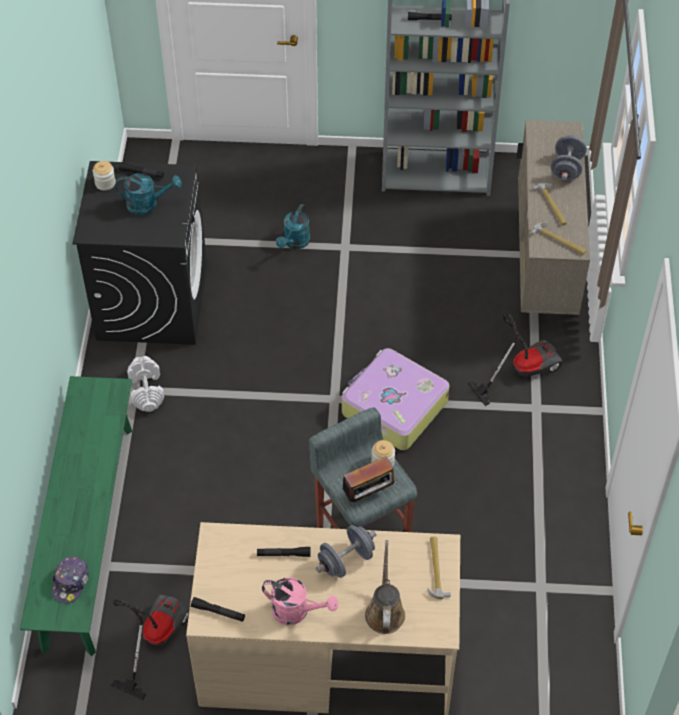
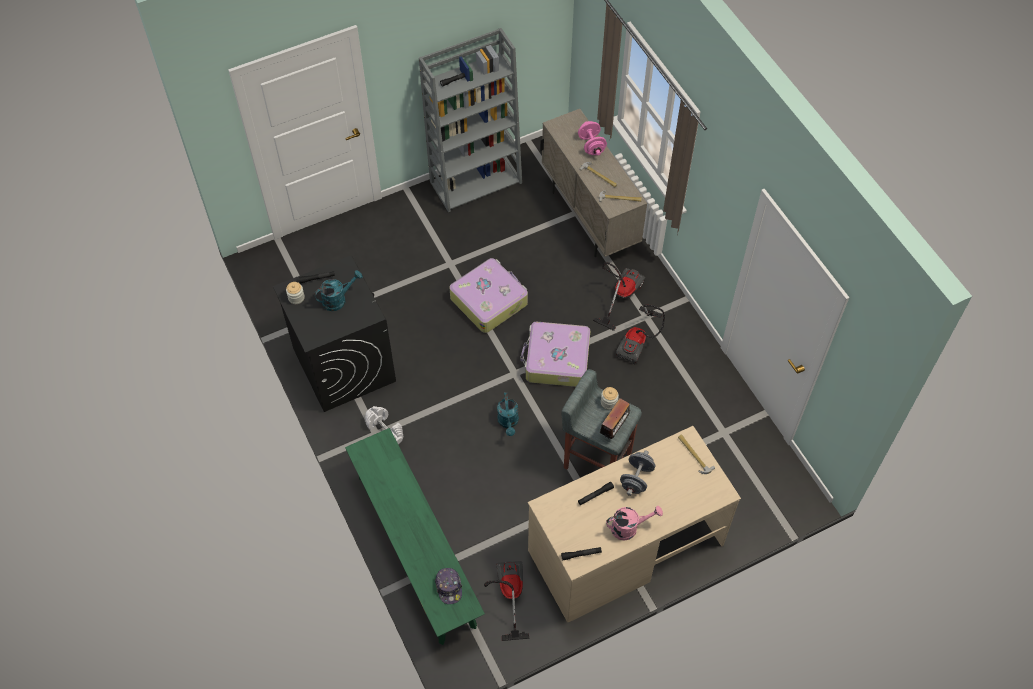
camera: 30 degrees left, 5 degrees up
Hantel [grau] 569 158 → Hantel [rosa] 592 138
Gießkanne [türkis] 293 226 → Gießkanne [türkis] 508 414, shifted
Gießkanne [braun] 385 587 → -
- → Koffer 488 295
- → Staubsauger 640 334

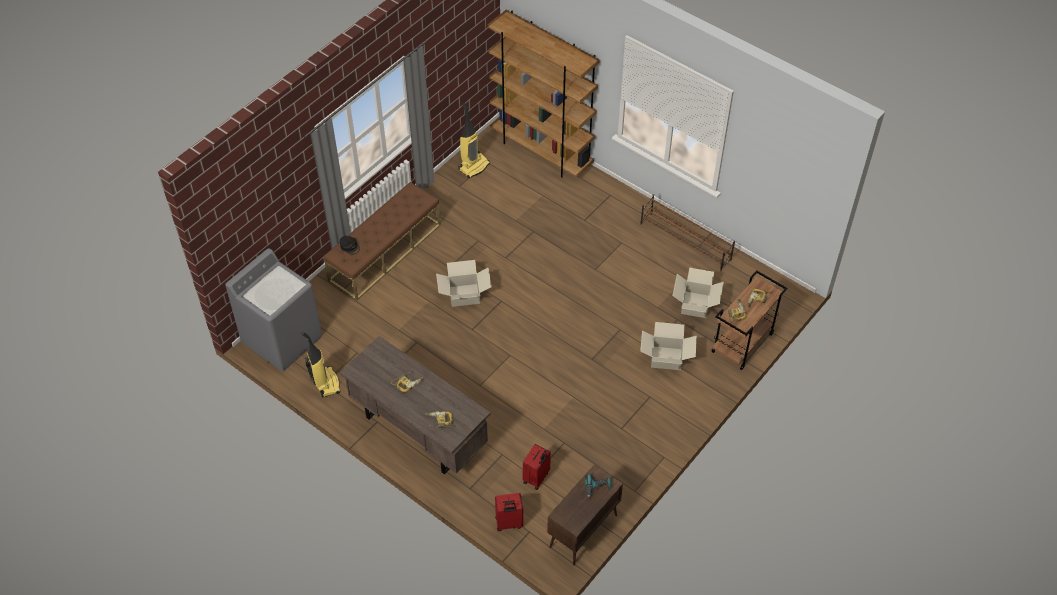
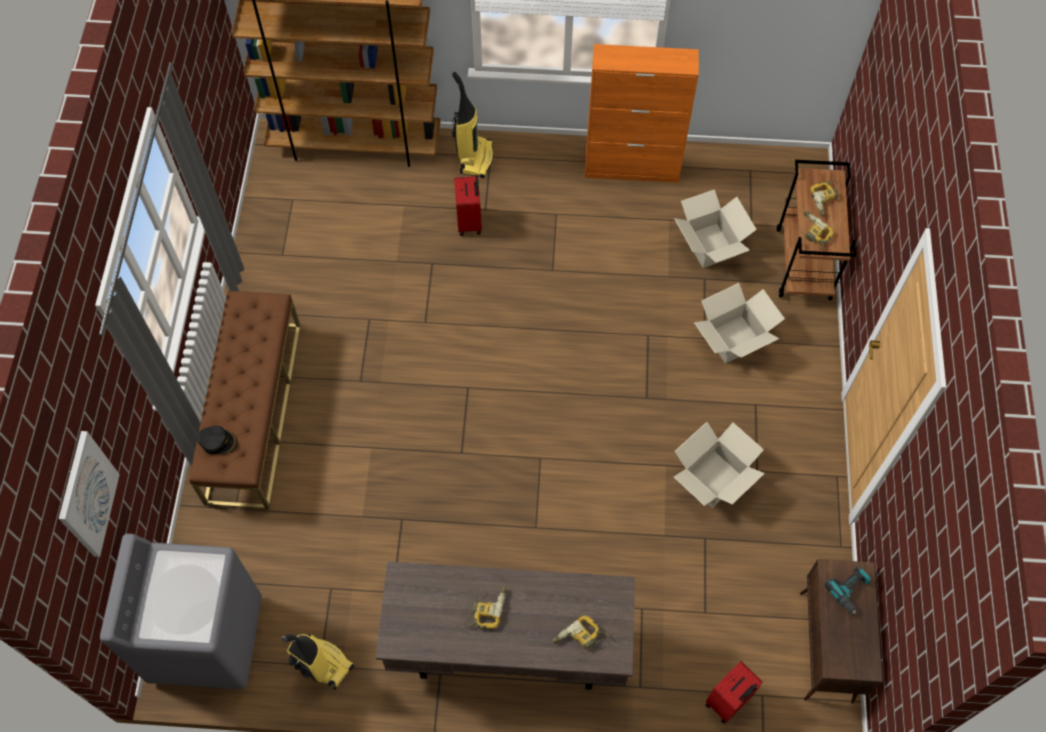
camera: 35 degrees left, 10 degrees up
Staubsauger 474 140 → Staubsauger 473 125, shifted
Schuhregal [braun] 687 232 → Schrank [orange] 642 113
Karton 464 283 → Karton 719 465, shifted
Koffer [rot] 537 467 → Koffer [rot] 468 205, shifted
- → Bild 89 494

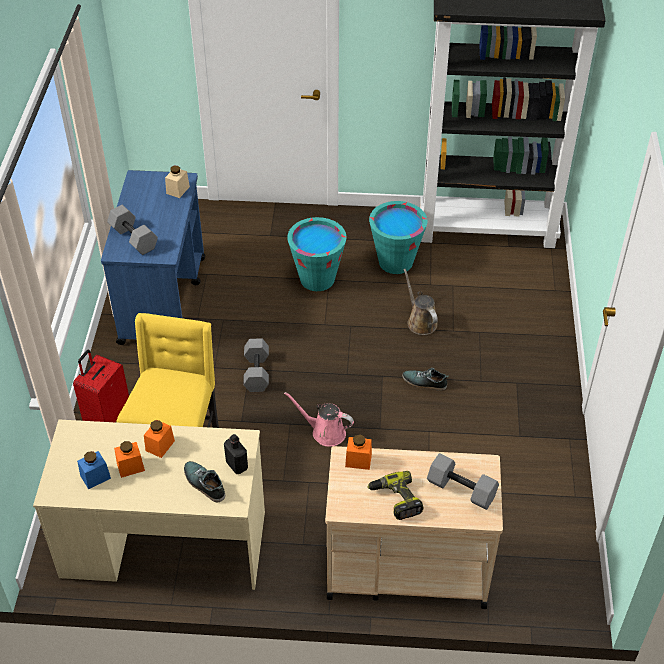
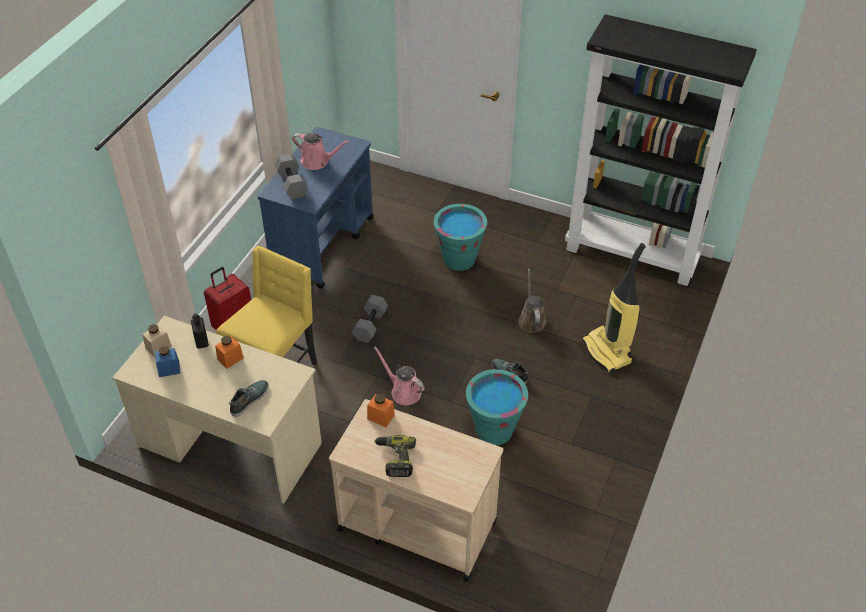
camera: 20 degrees right, 0 degrees up
Vorratsglas [beige] 177 182 → Vorratsglas [beige] 157 340, shifted
Eimer [türkis] 398 237 → Eimer [türkis] 497 407, shifted
Flasche [schwarz] 236 454 → Flasche [schwarz] 200 331, shifted
Vorratsglas [orange] 129 459 → -
Hantel [grau] 463 481 → -
Schuh 204 482 → Schuh 249 398, 60 degrees clockwise
- → Gießkanne [rosa] 321 151
- → Staubsauger 614 308

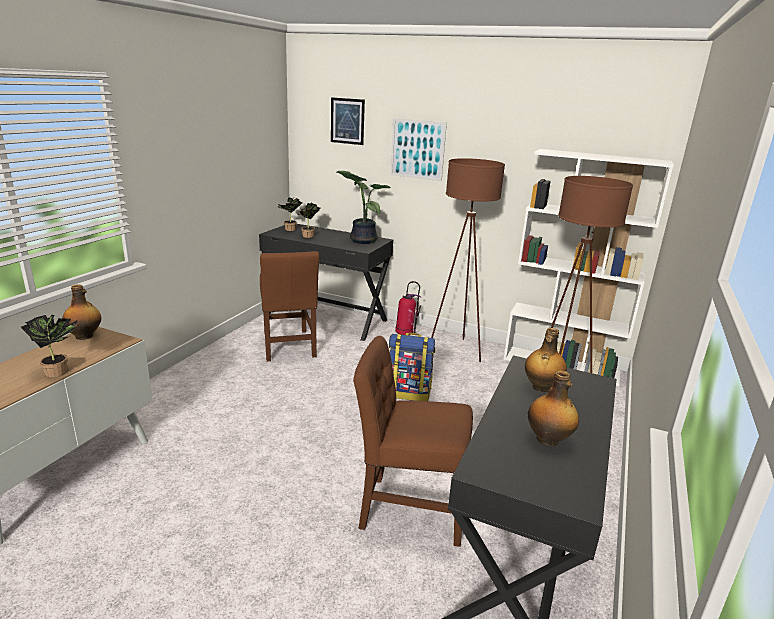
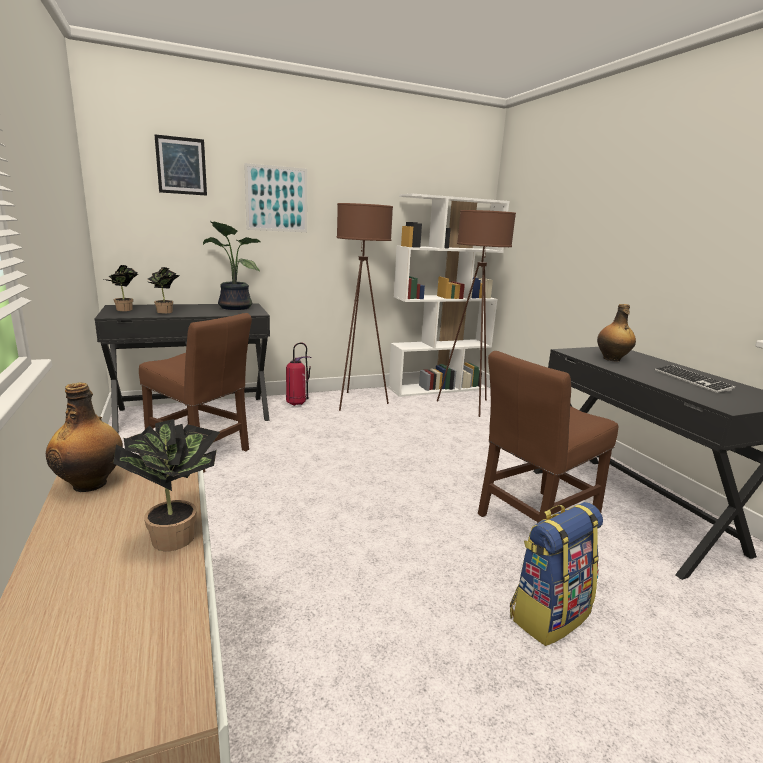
camera: 45 degrees left, 5 degrees down
Rucksack 412 367 → Rucksack 556 574, shifted
Flasche 553 408 → Tastatur 695 379

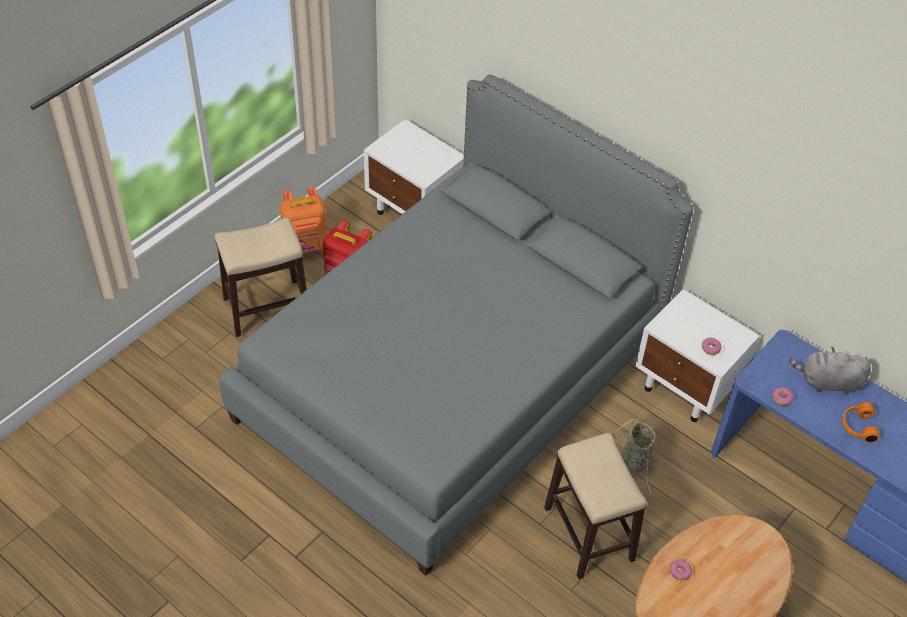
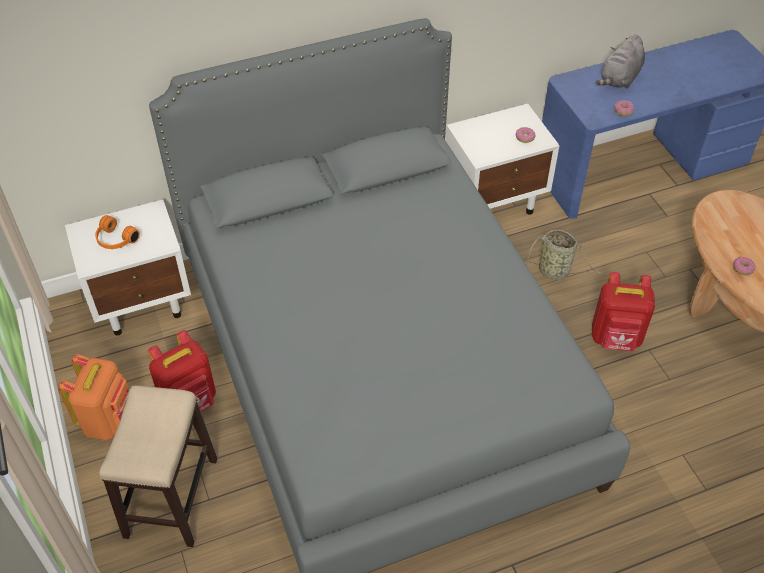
camera: 60 degrees left, 0 degrees up
Kopfhörer [orange] 860 422 → Kopfhörer [orange] 117 232, shifted
Hocker 595 506 → Rucksack [rot] 623 311

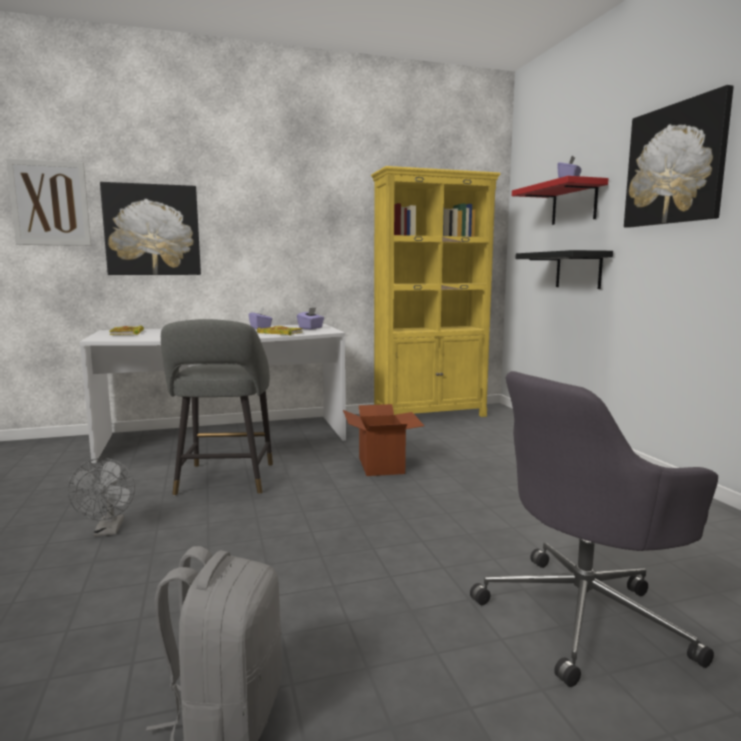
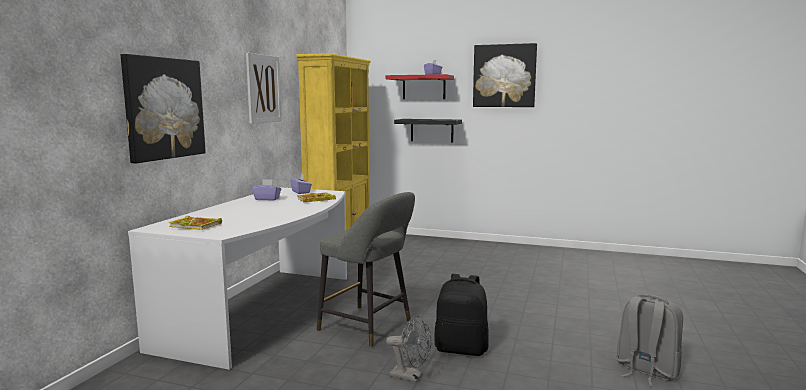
camera: 55 degrees left, 0 degrees up
Bild 48 202 → Bild 264 88, shifted
Bürostuhl [grau] 594 529 → -
Karton 383 440 → -
- → Rucksack [schwarz] 461 315

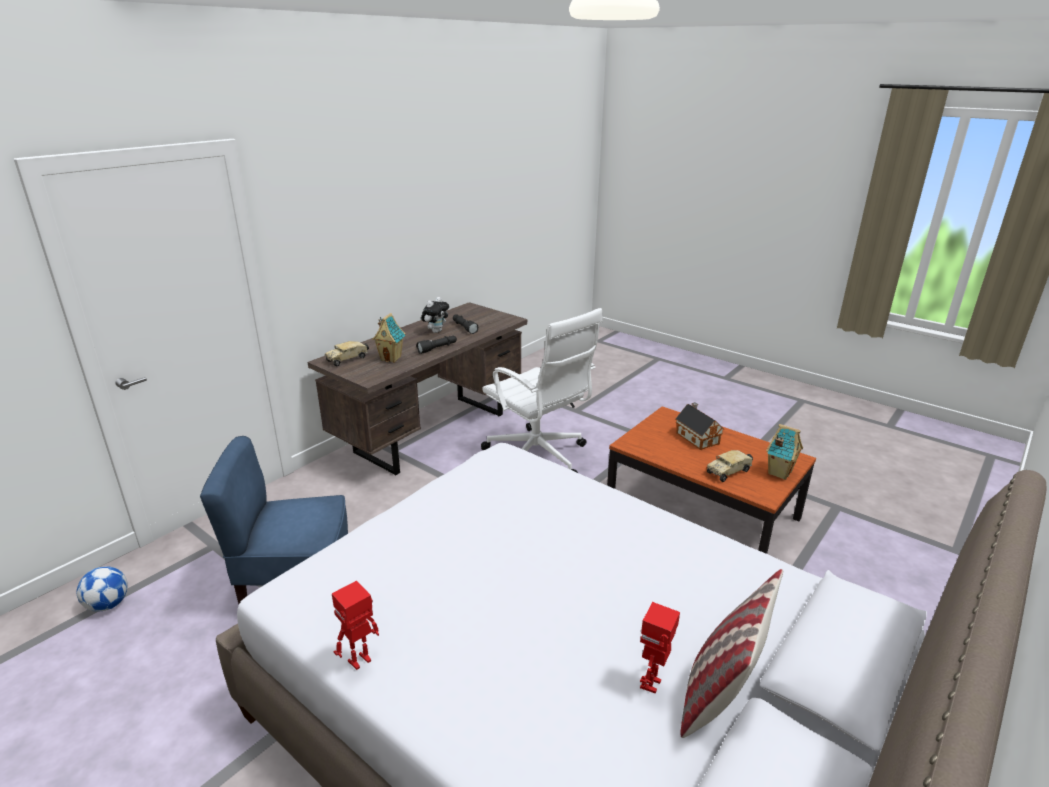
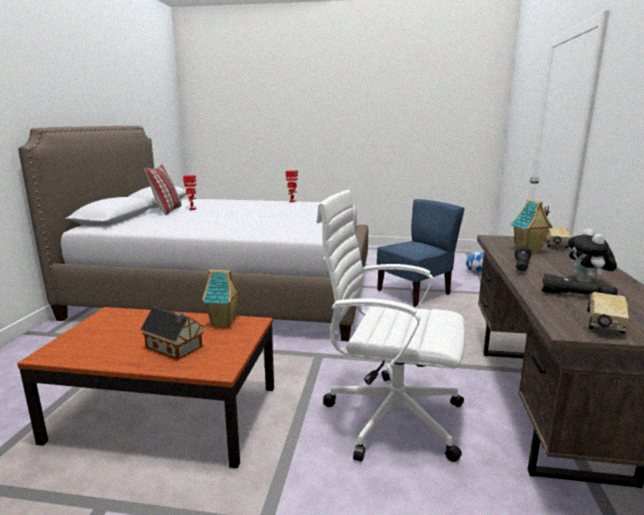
camera: 150 degrees right, 10 degrees down
Spielzeughaus 784 452 → Spielzeughaus 221 298, shifted
Spielzeuglaster 730 466 → Spielzeuglaster 608 313, shifted

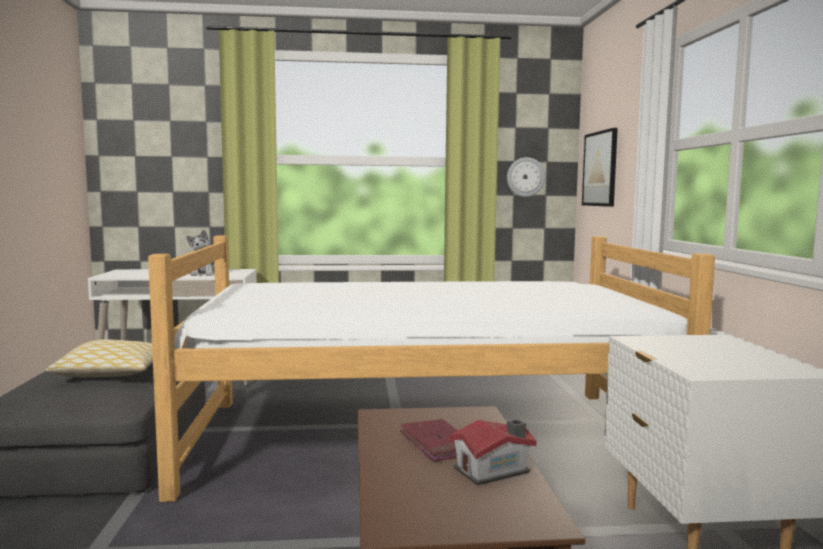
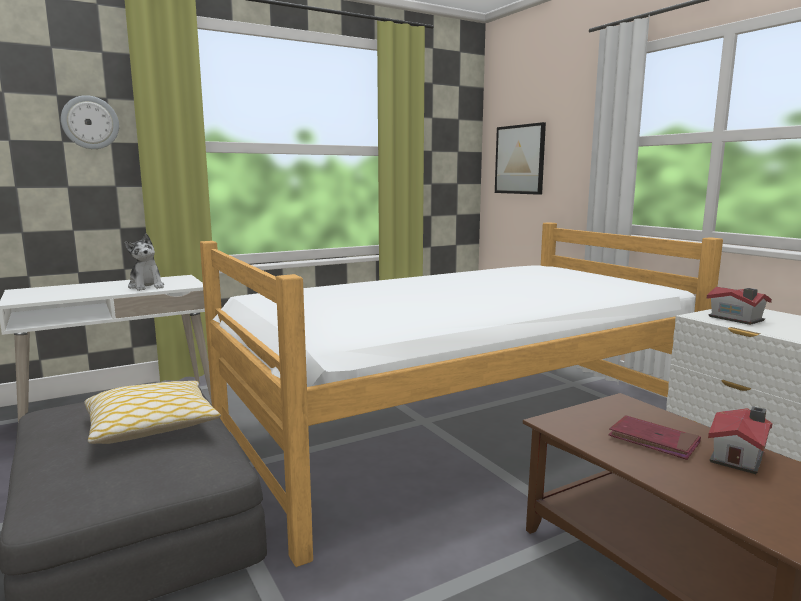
camera: 25 degrees left, 5 degrees up
Wanduhr 526 177 → Wanduhr 90 122, shifted
- → Spielzeughaus 739 306

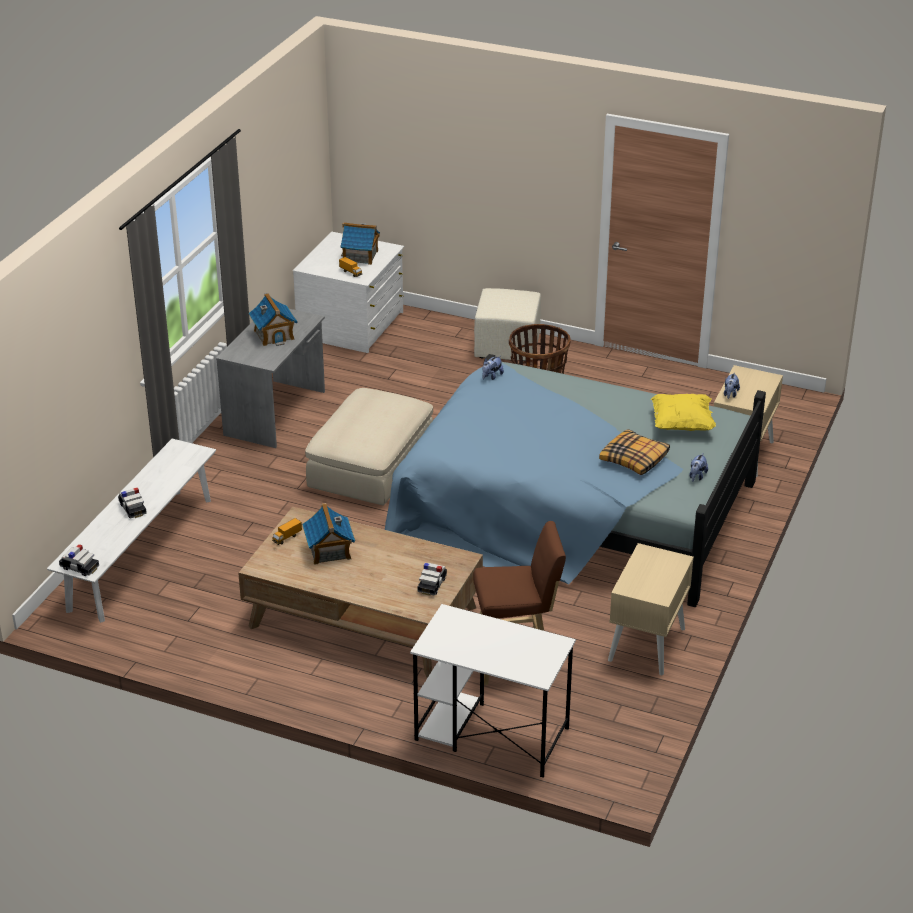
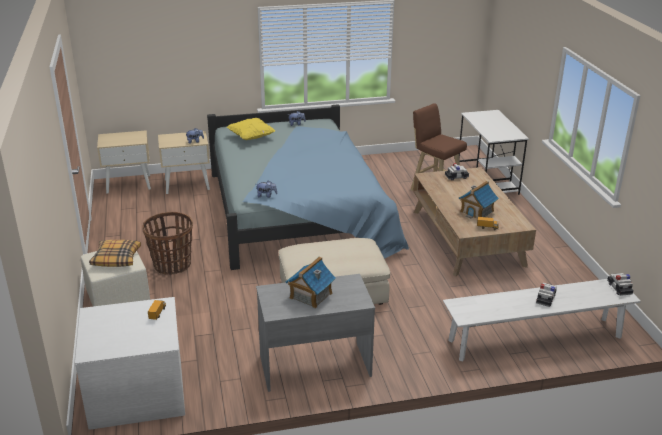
camera: 125 degrees left, 5 degrees down
Spielzeughaus 360 243 → -
Kissen 634 452 → Kissen 115 253, shifted
Nachttisch [beige] 651 609 → Nachttisch [beige] 124 161, shifted

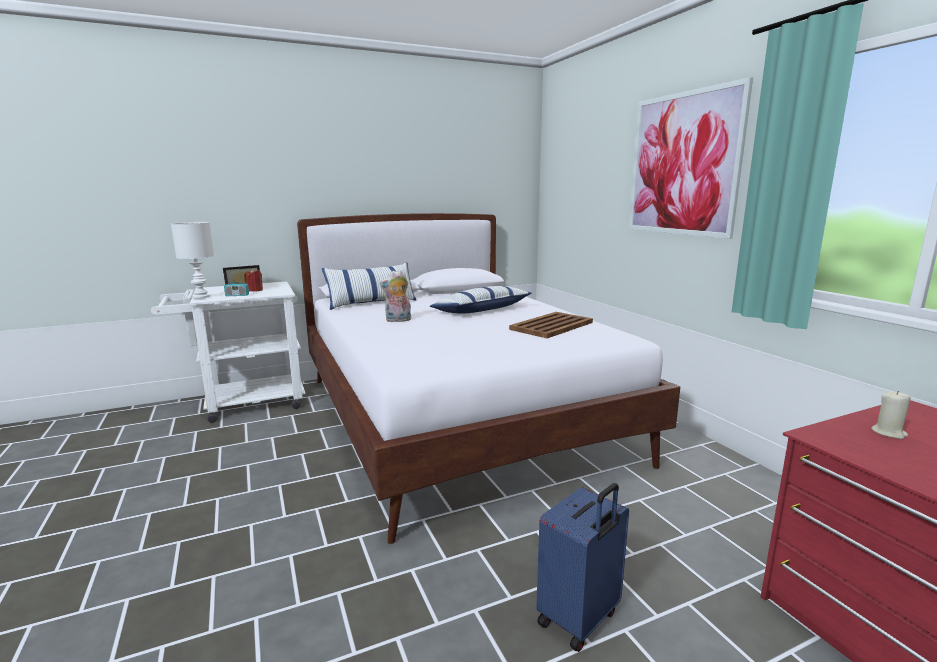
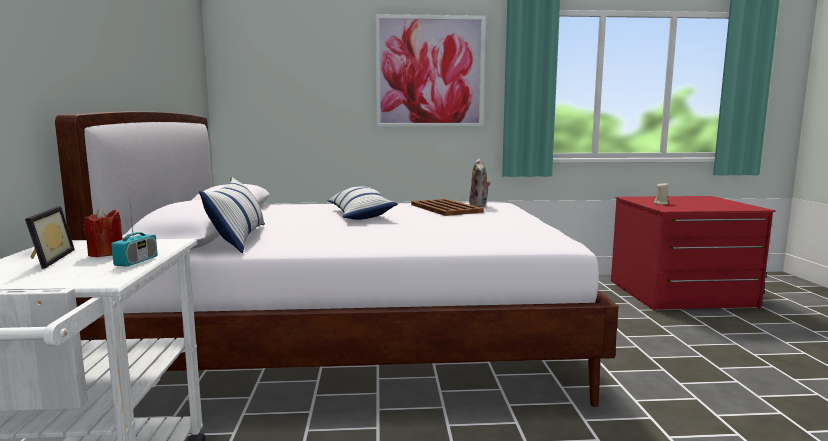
camera: 70 degrees left, 5 degrees down
Tischlampe [weiß] 192 260 → -
Plüschtier 395 296 → Plüschtier 480 182, shifted
Koffer [blau] 582 567 → -

